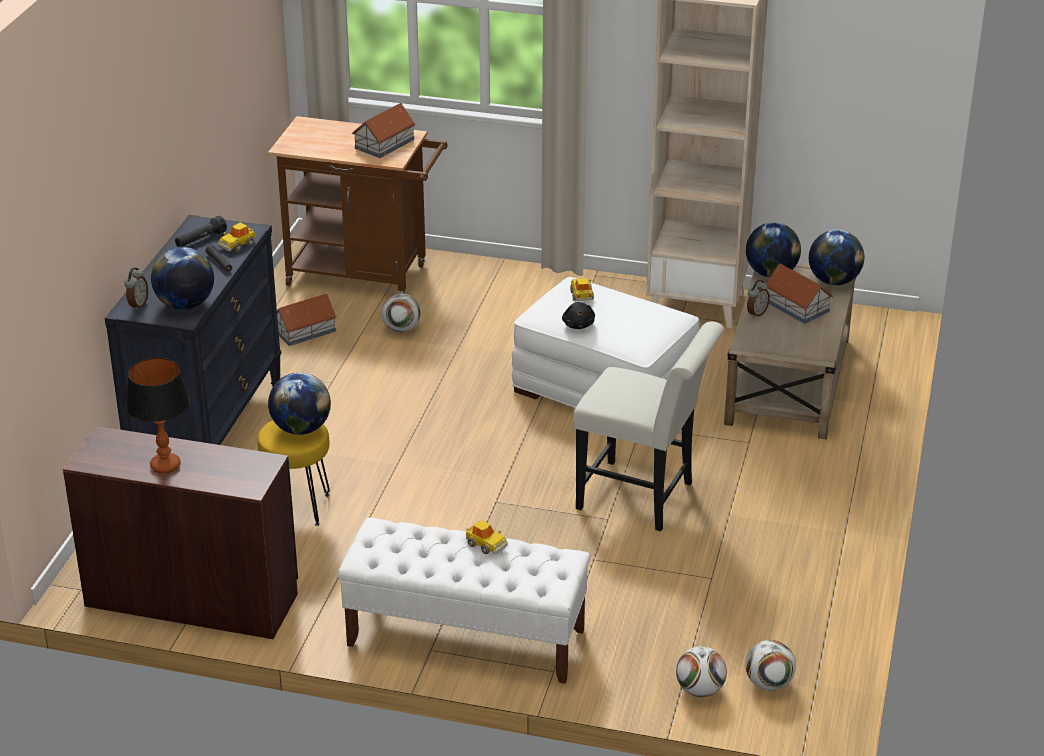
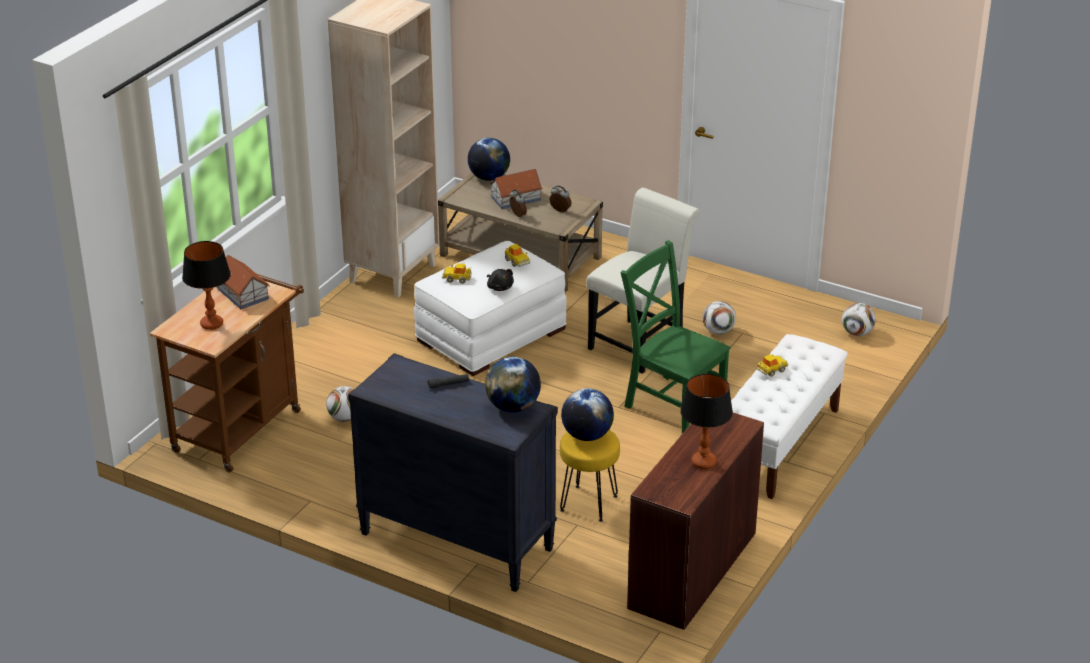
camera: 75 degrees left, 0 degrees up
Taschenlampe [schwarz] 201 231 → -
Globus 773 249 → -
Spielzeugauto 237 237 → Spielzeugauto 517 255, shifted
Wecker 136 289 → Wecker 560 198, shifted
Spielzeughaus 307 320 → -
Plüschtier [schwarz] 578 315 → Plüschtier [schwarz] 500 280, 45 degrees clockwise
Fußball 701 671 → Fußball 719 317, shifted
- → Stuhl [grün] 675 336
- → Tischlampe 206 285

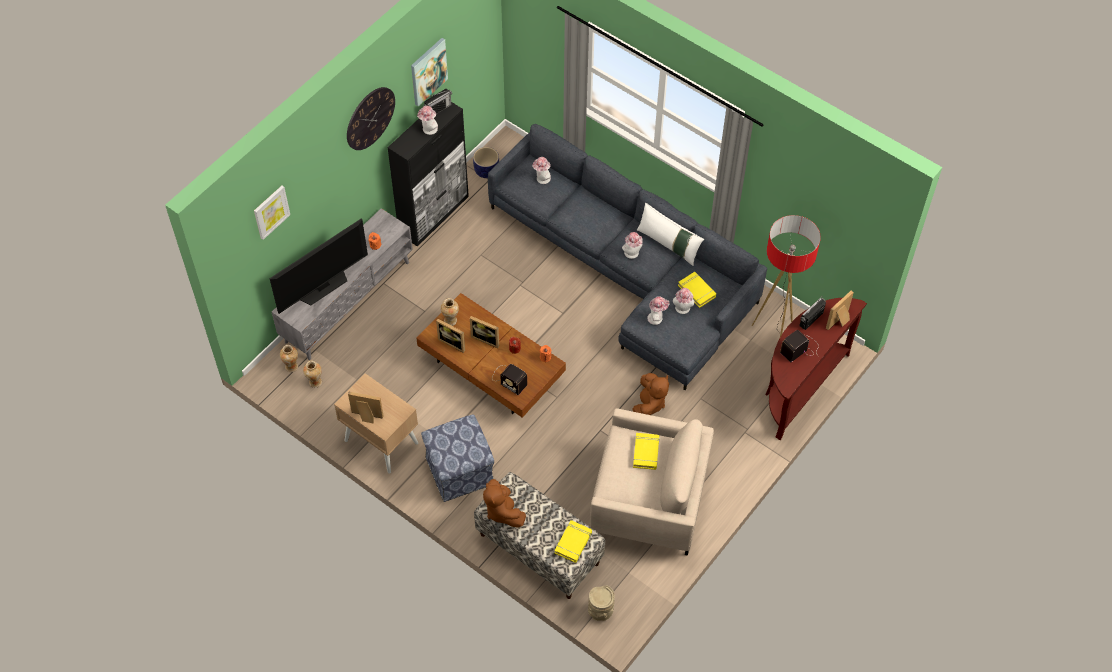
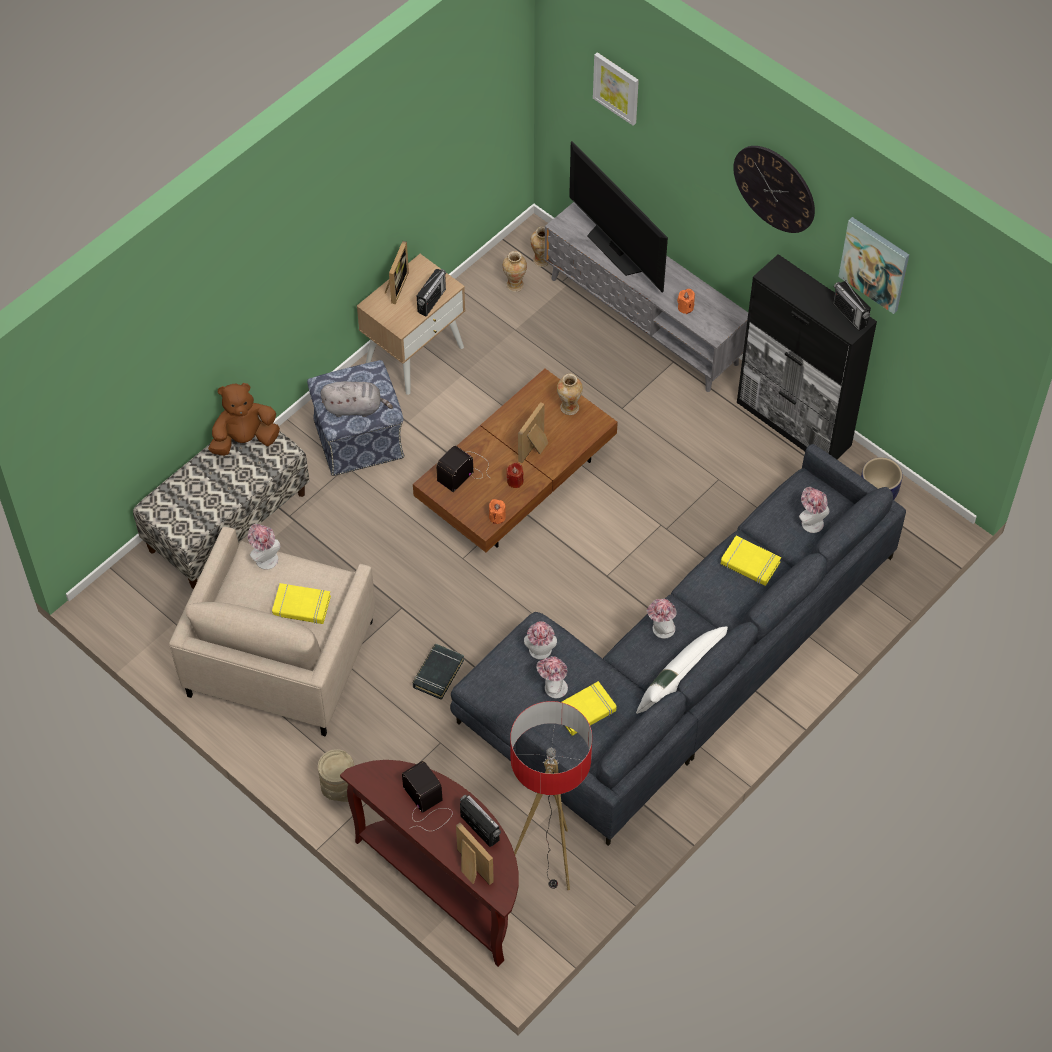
camera: 95 degrees right, 0 degrees up
Hut 427 120 → Hut 264 546, shifted
Bilderrahmen 450 336 → -
Plüschtier [braun] 651 394 → Buch [schwarz] 438 672
Buch [gelb] 573 541 → Buch [gelb] 751 561, shifted
Vase [beige] 601 603 → Vase [beige] 336 775, shifted
- → Radio 431 293
- → Plüschtier [grau] 357 399

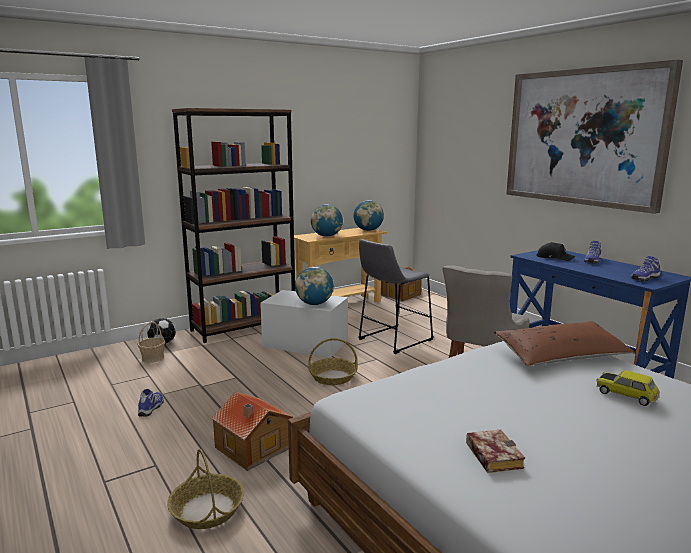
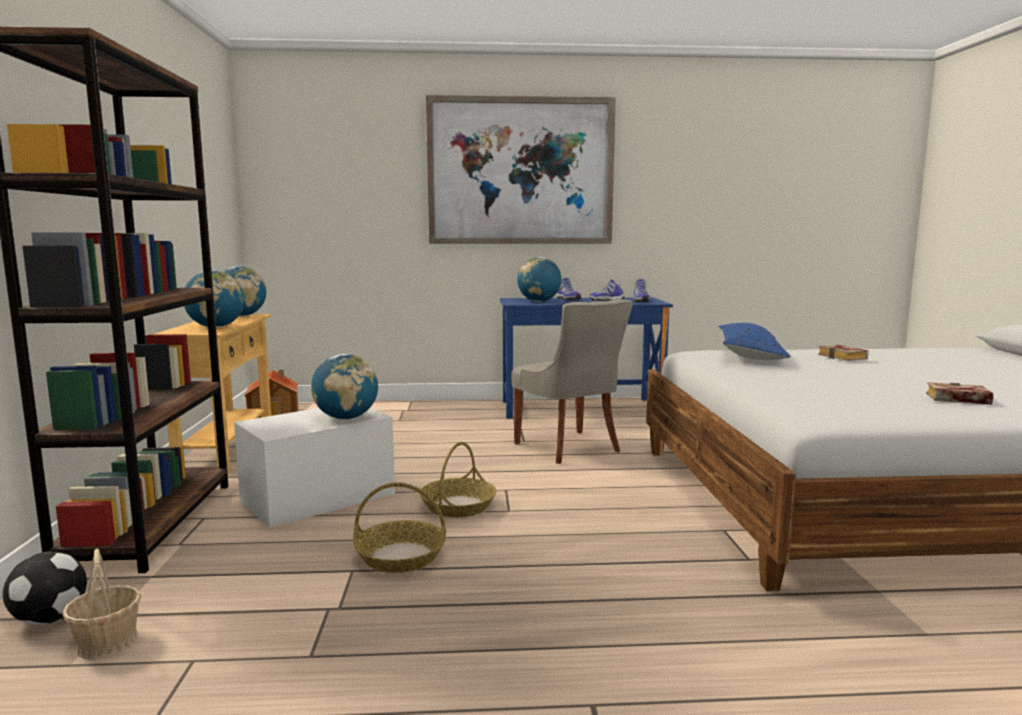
camera: 60 degrees left, 5 degrees down
Hocker [grau] 396 296 → -
Kappe [schwarz] 555 251 → Globus 539 279
Kissen [braun] 564 343 → Kissen [blau] 754 341
Spielzeugauto 628 388 → Buch 843 353
Schuh 150 403 → Schuh 607 290, shifted
Spielzeughaus 252 431 → -
Korb 205 489 → Korb 399 527, shifted

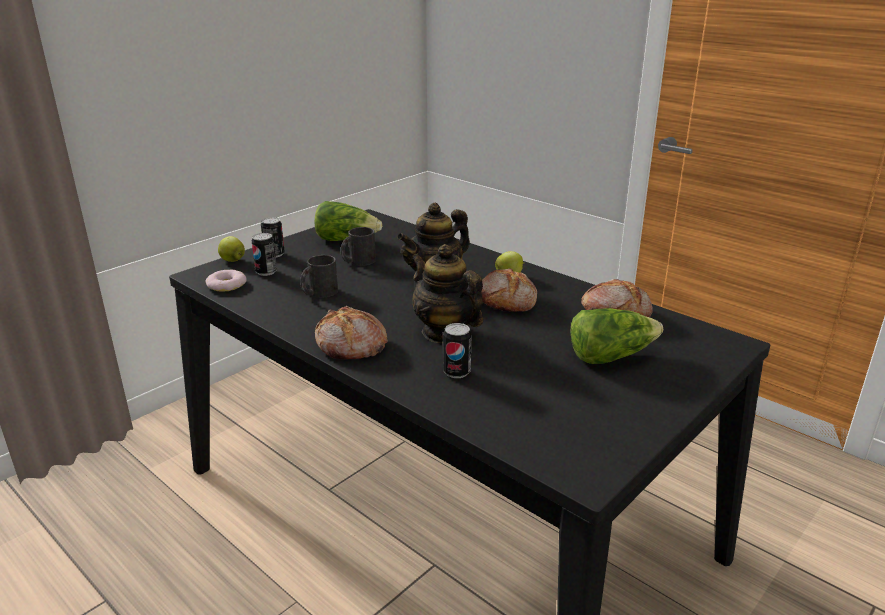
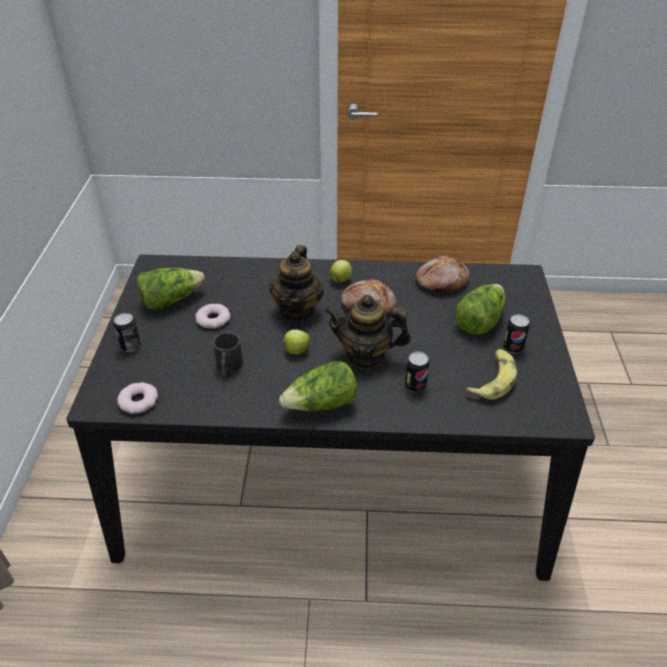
camera: 40 degrees left, 15 degrees up
Henkelbecher [schwarz] 358 246 → Donut 212 316
Dose 264 254 → Dose 516 334, shifted
Apfel 231 249 → Apfel 296 342, shifted
Brot 351 333 → Salatkopf 318 386
- → Banane 491 374

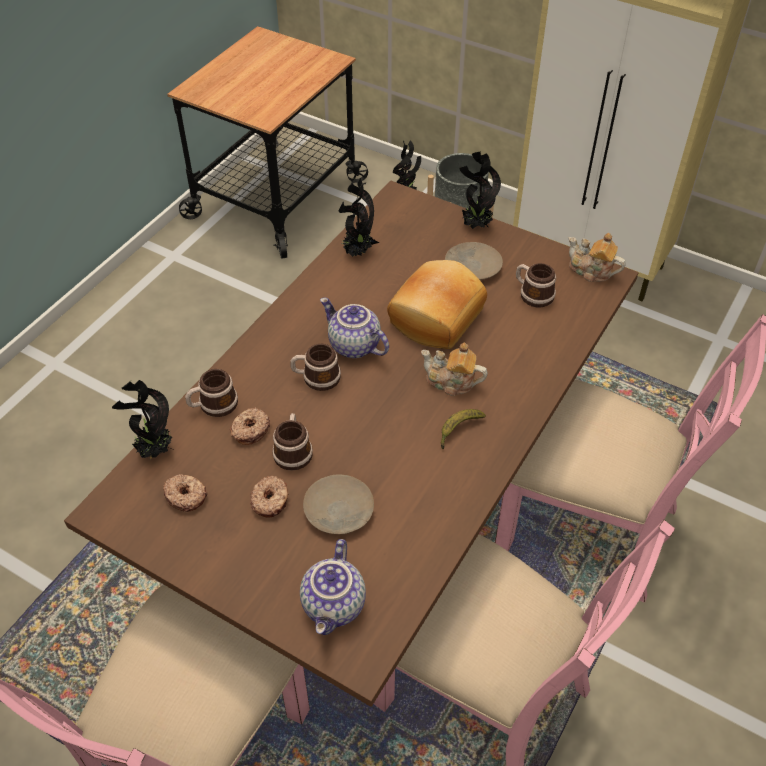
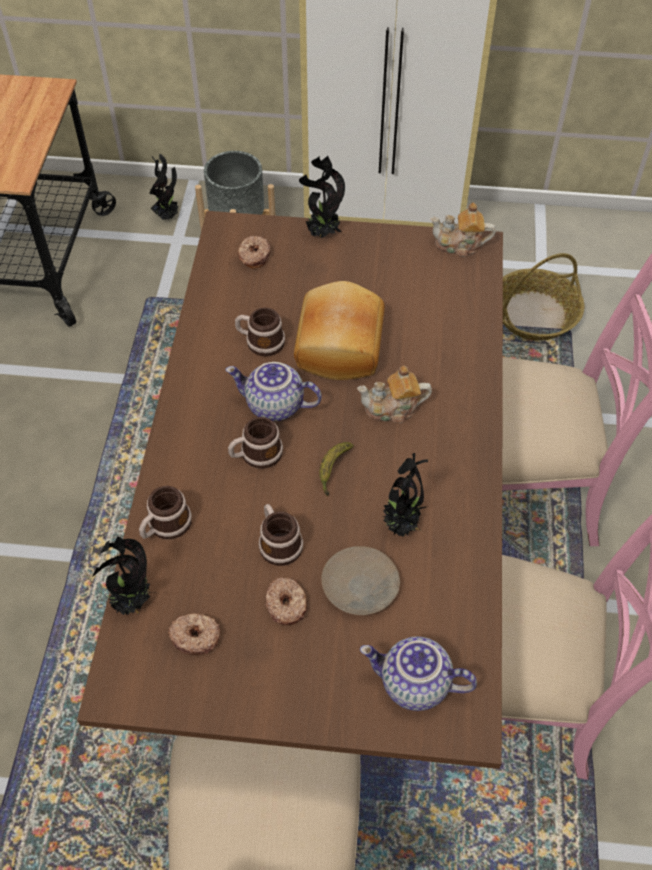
camera: 25 degrees left, 5 degrees up
Topfpflanze 359 217 → Topfpflanze 405 495, shifted
Teller [beige] 474 261 → -
Henkelbecher 536 285 → Henkelbecher 260 332, shifted
Donut 250 426 → Donut 254 252, shifted
Banane 463 429 → Banane 336 469, shifted
Teekanne 333 587 → Teekanne 418 673, 120 degrees clockwise
- → Korb 543 297

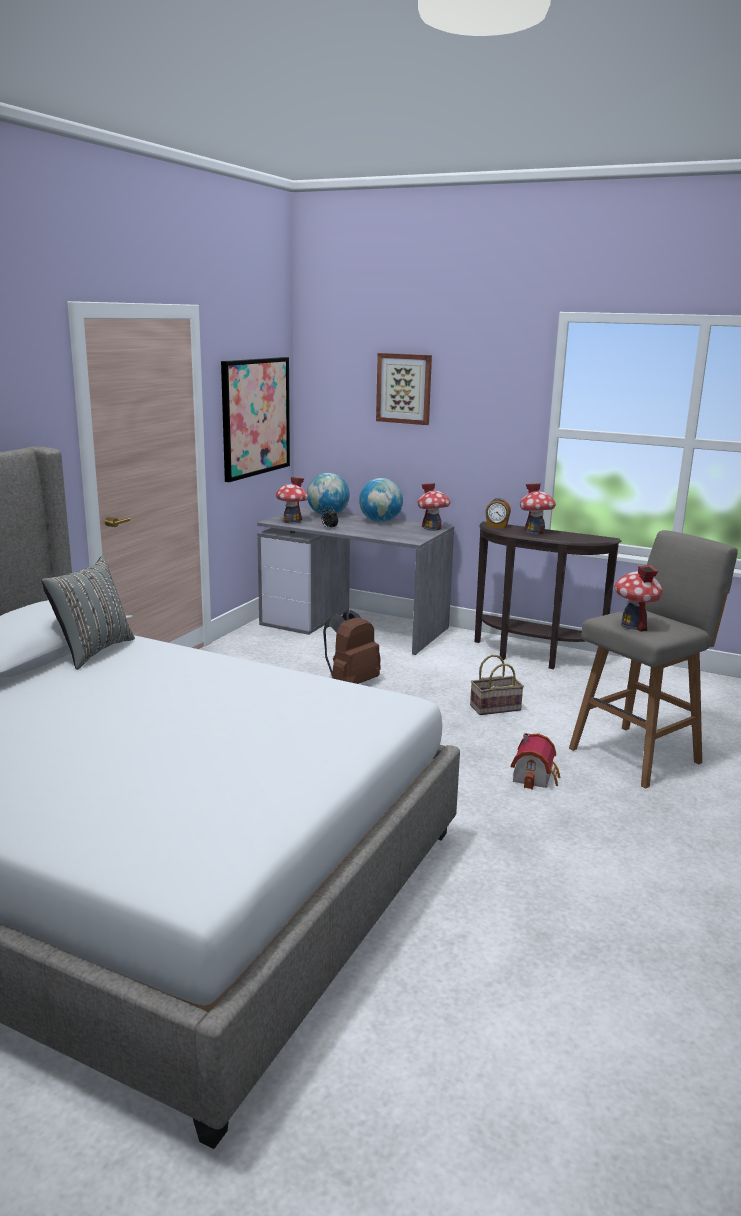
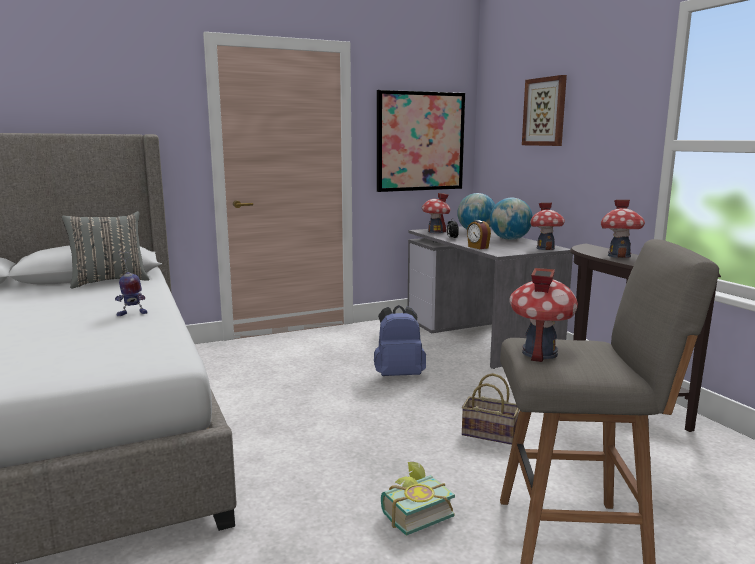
camera: 40 degrees right, 5 degrees down
Wecker 498 513 → Wecker 479 234, shifted
Rucksack [braun] 352 647 → Rucksack [blau] 400 340
Spielzeughaus 535 761 → Buch 418 499
- → Spielzeugroboter 131 283

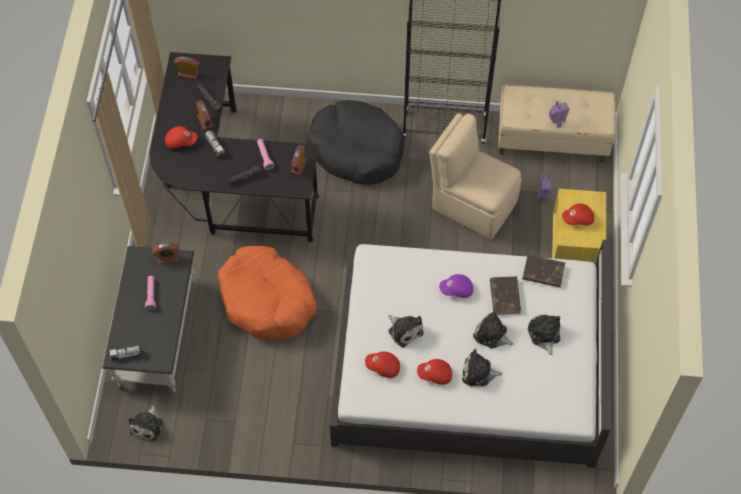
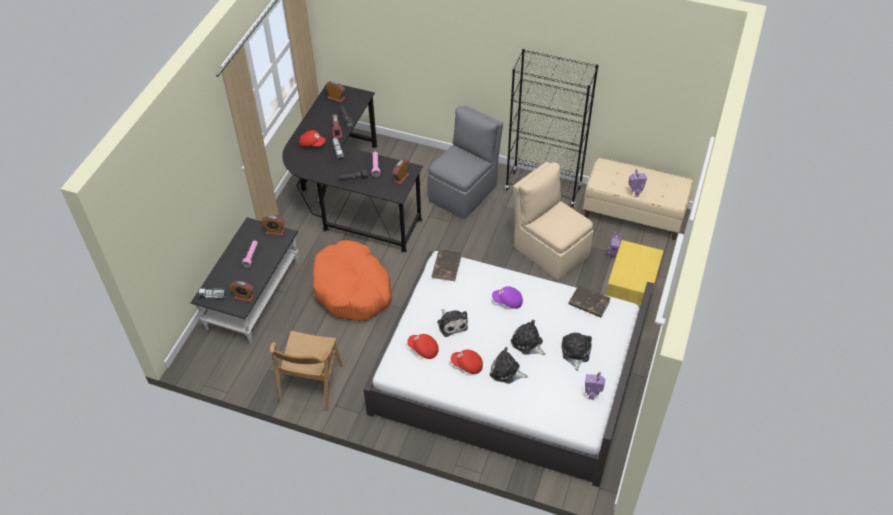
camera: 15 degrees right, 10 degrees down
Hundebett [schwarz] 355 142 → Stuhl [grau] 465 162
Kappe [rot] 578 214 → -
Buch [braun] 505 295 → Buch [braun] 447 265, shifted
Plüschtier 146 423 → -
- → Wecker 241 292
- → Stuhl [braun] 306 371
- → Spielzeugroboter 595 386

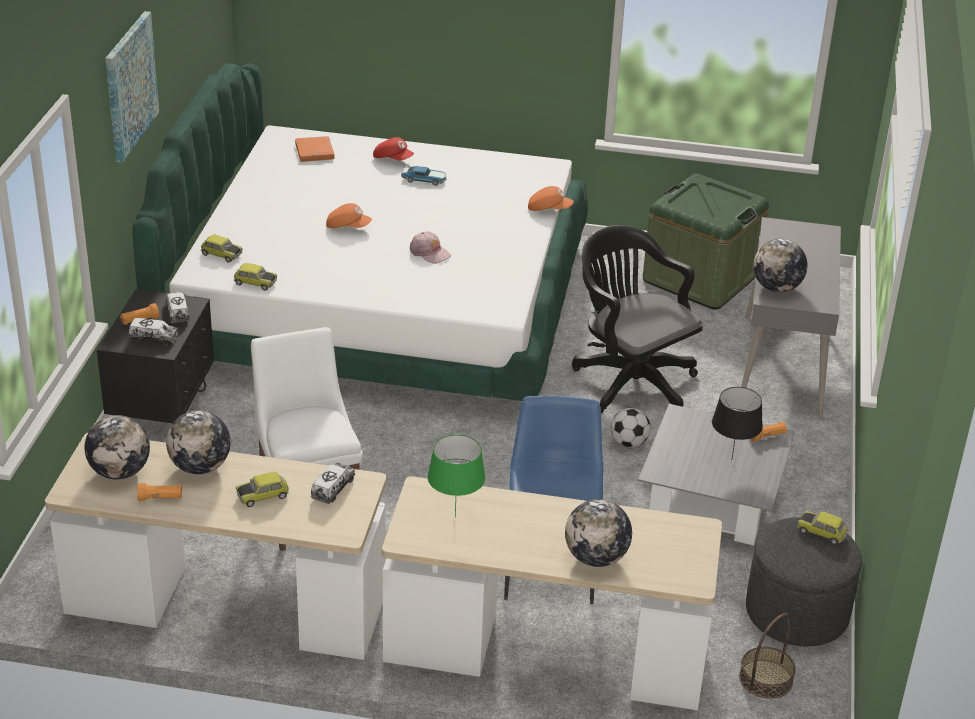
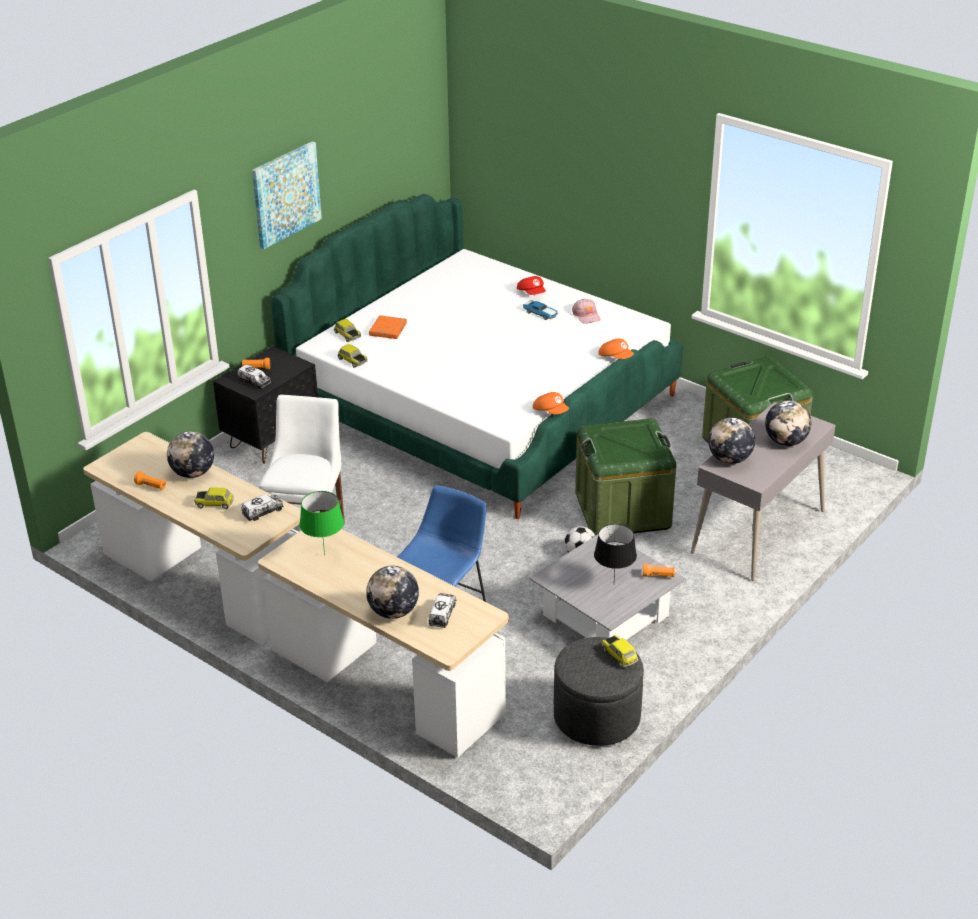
camera: 30 degrees right, 0 degrees up
Buch [orange] 315 149 → Buch [orange] 388 327, shifted
Kappe [orange] 349 215 → Kappe [orange] 551 403, shifted
Bürostuhl [schwarz] 637 319 → Aufbewahrungsbox [grün] 625 477
Kappe [rosa] 430 247 → Kappe [rosa] 586 311, shifted
Spielzeuglaster 177 307 → Spielzeuglaster 442 610, shifted
Globus 117 447 → Globus 788 423, shifted
Korb 767 656 → -

